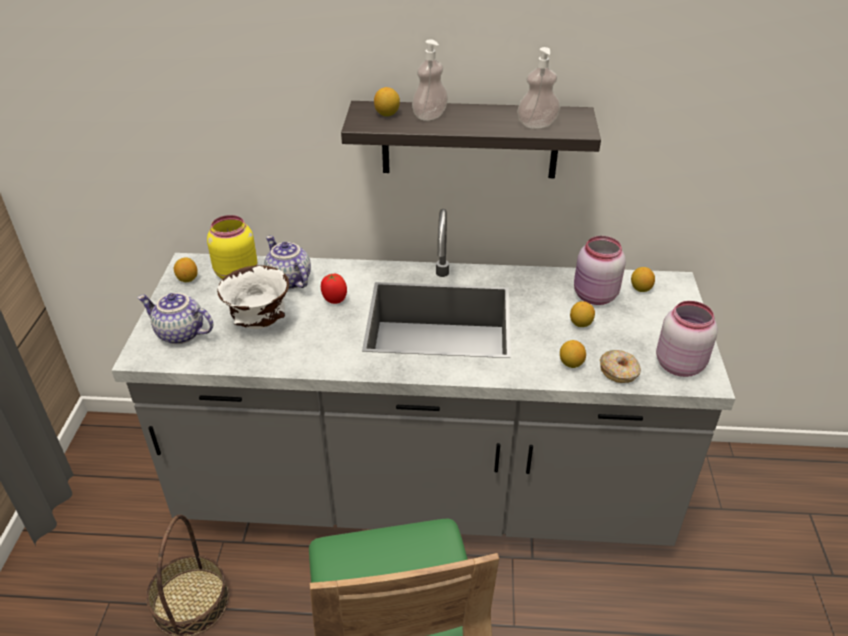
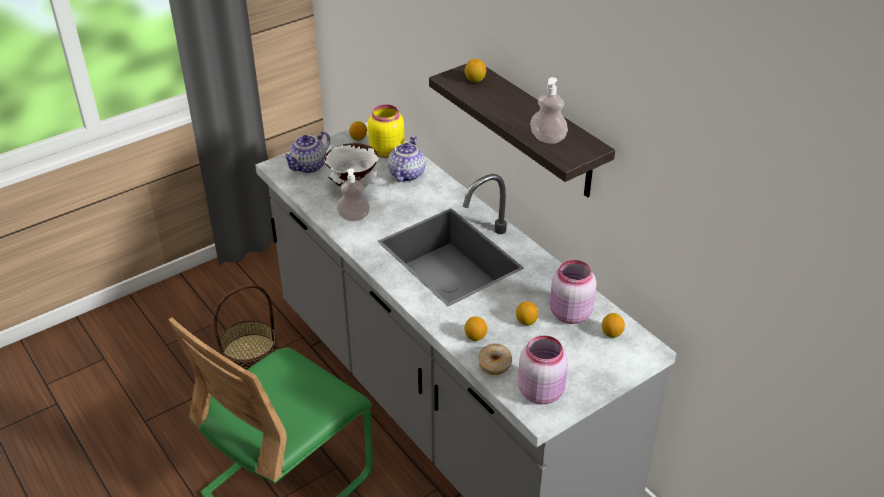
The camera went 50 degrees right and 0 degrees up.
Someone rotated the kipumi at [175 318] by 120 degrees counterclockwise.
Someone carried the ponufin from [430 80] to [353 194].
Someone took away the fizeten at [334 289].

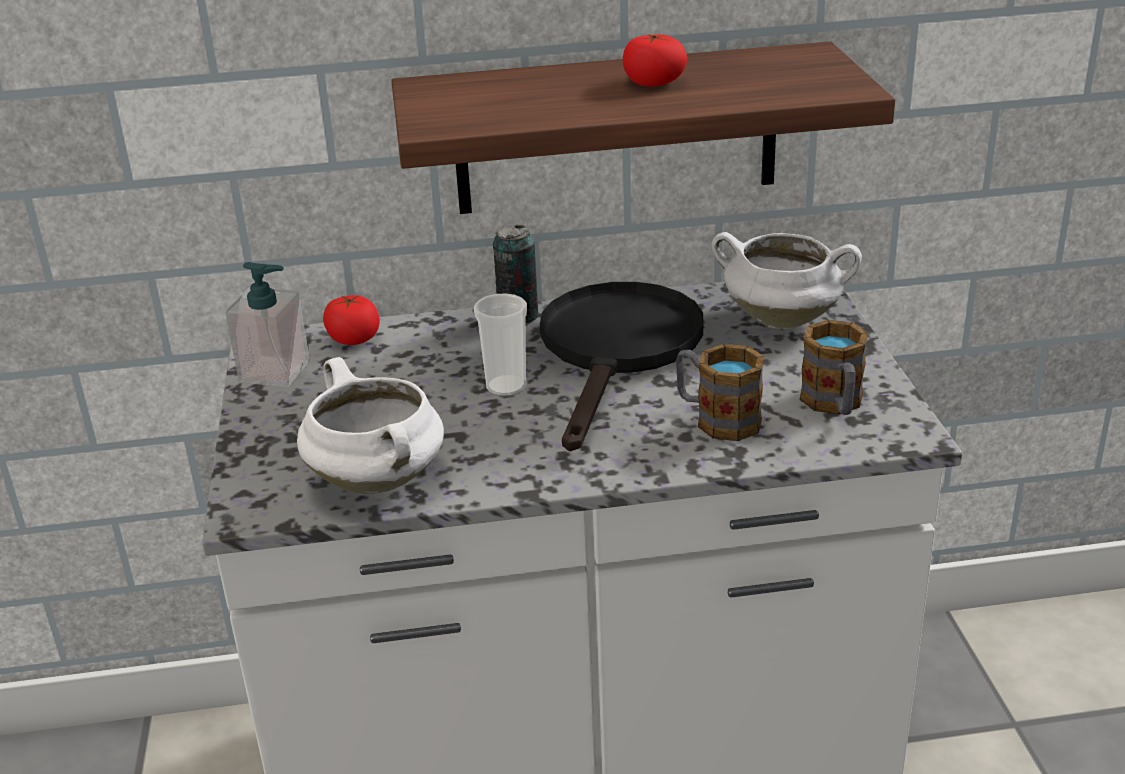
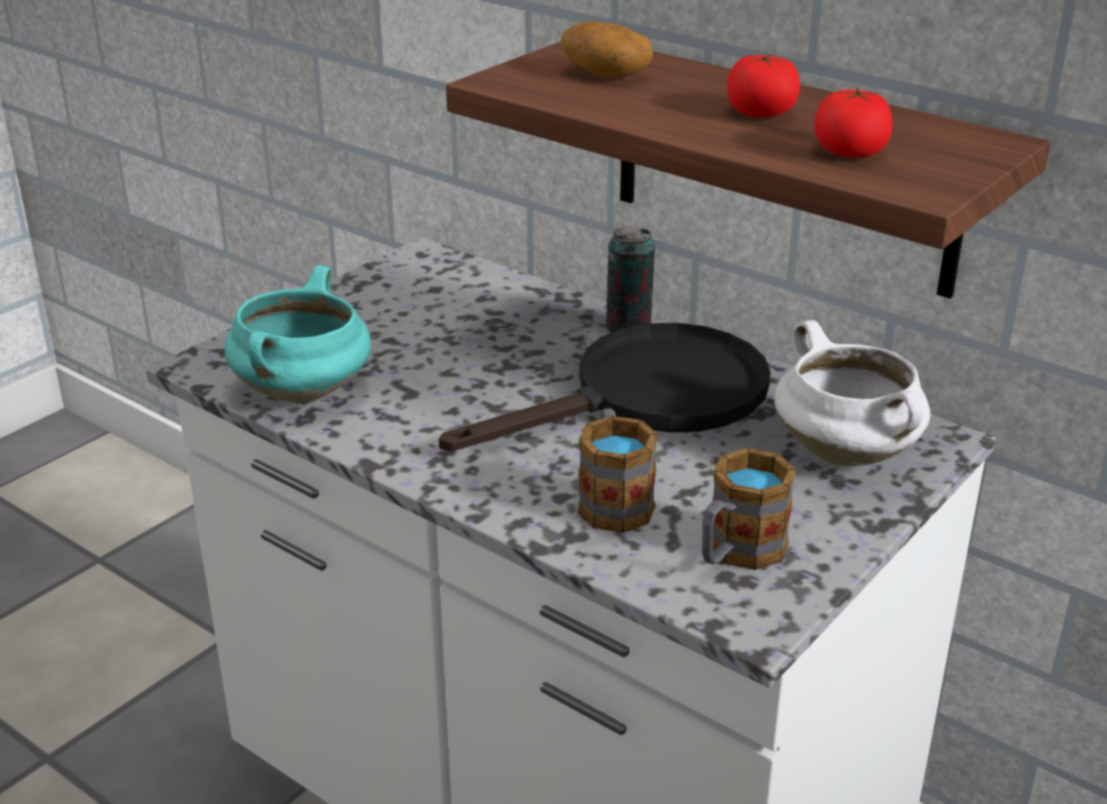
The camera went 45 degrees right and 0 degrees up.
Someone repainted the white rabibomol at [370 425], which became the turquoise rabibomol at [298 334].
Someone put down the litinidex at [607 49].
Someone carried the fizeten from [351 320] to [853 122].
Someone took away the ponufin at [267 324].
Someone took away the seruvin at [500 345].

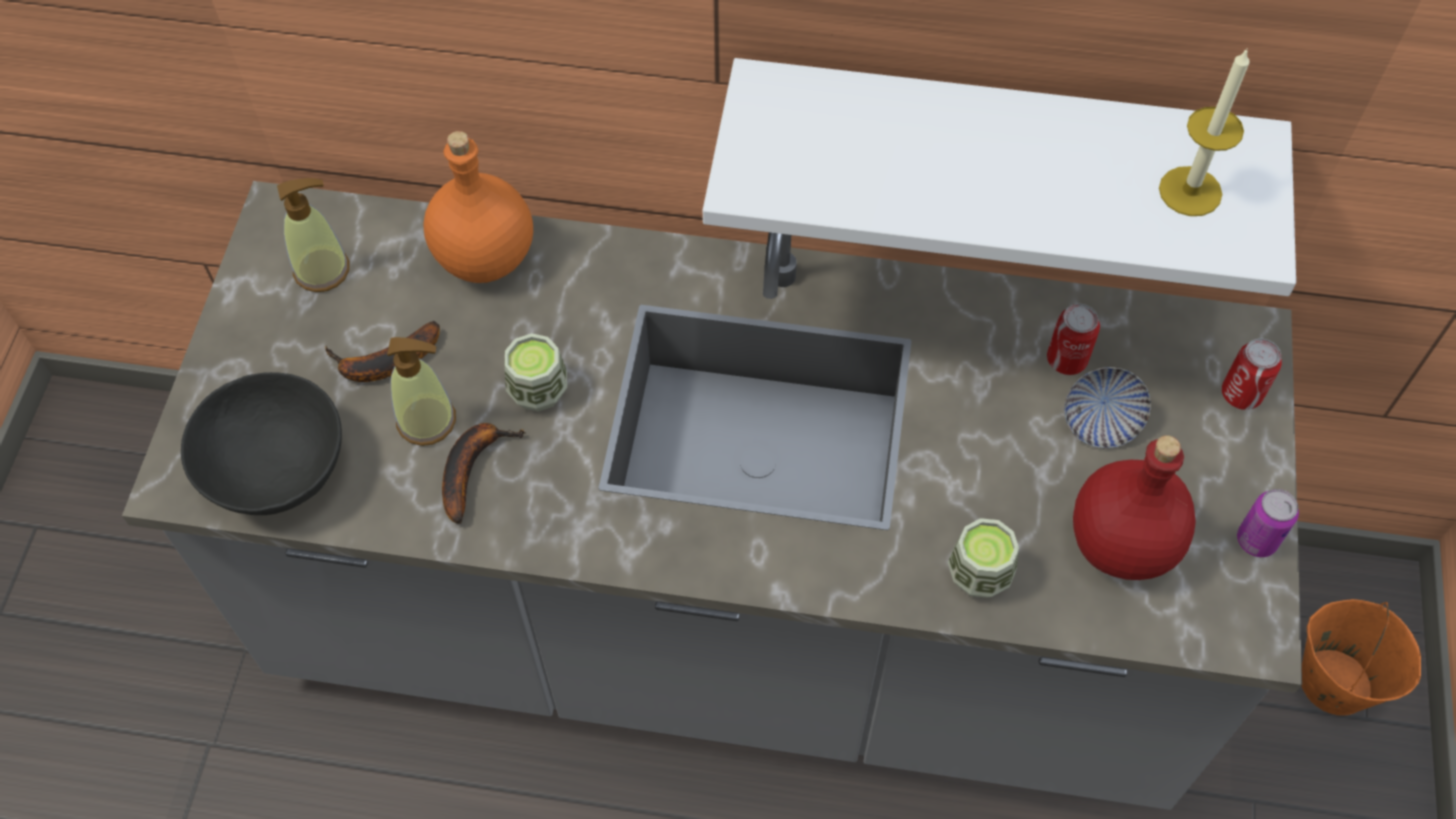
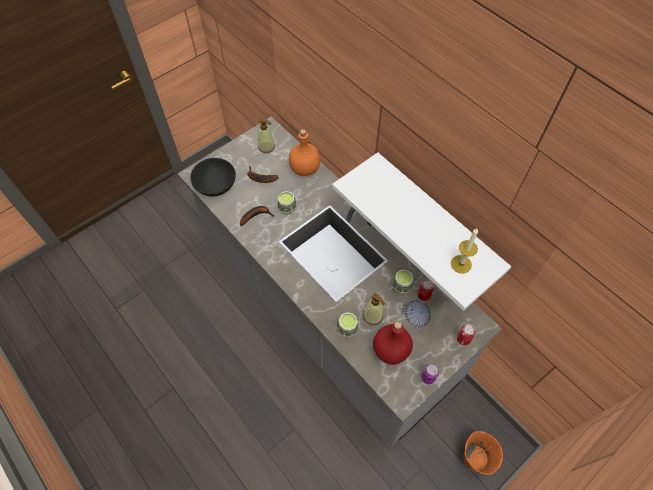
The camera went 40 degrees right and 0 degrees up.
Someone carried the ponufin from [421 391] to [374 308].
Someone put down the seruvin at [402 282].

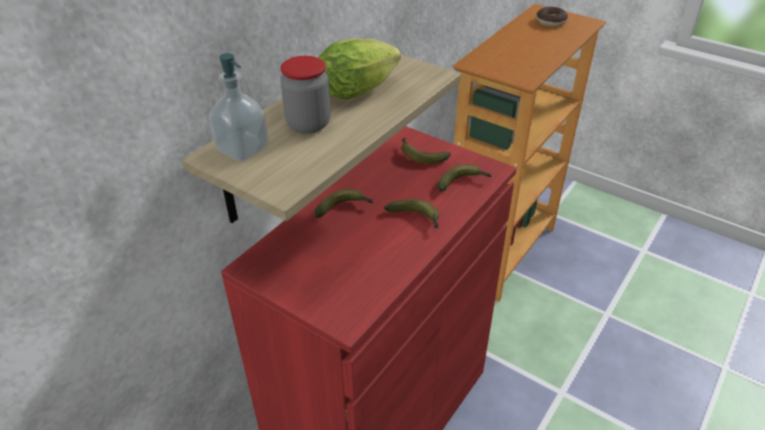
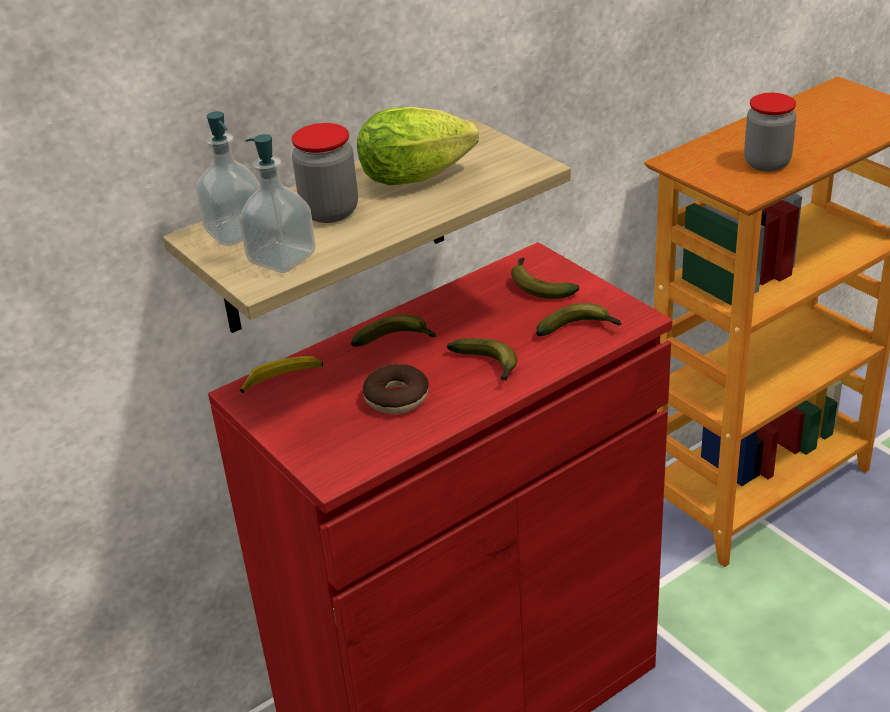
The camera went 20 degrees right and 5 degrees down.
Someone put down the ponufin at [277 203].
Someone put down the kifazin at [281 374].
Someone carried the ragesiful from [552 17] to [396 389].
Someone put down the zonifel at [770 132].

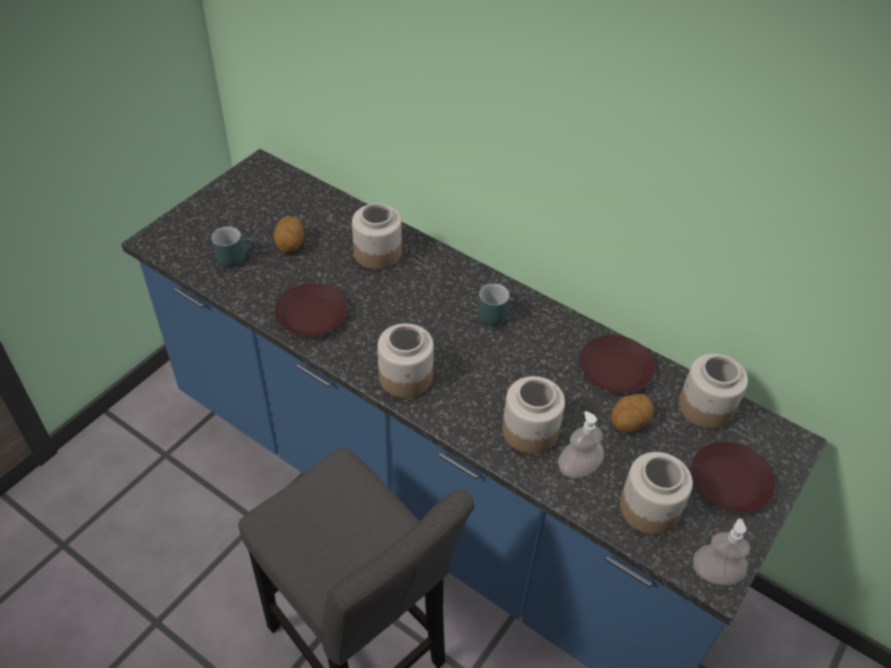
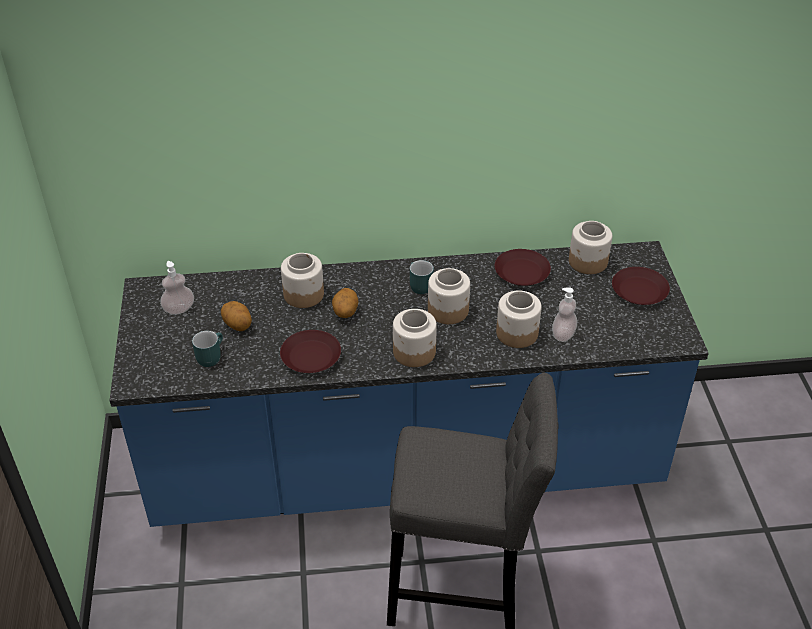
The camera went 40 degrees left and 5 degrees down.
Someone carried the ponufin from [721 551] to [177 288].
Someone carried the litinidex from [632 413] to [345 303].
Someone carried the zonifel from [656 493] to [449 296].

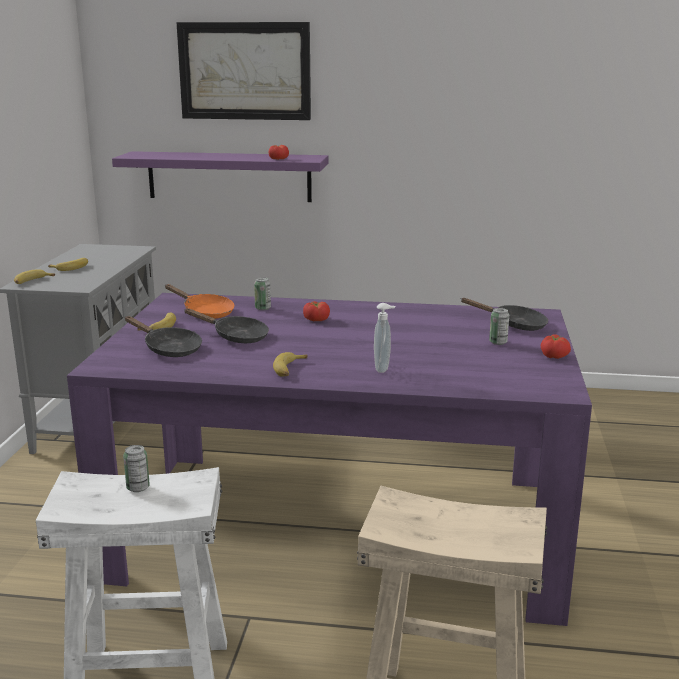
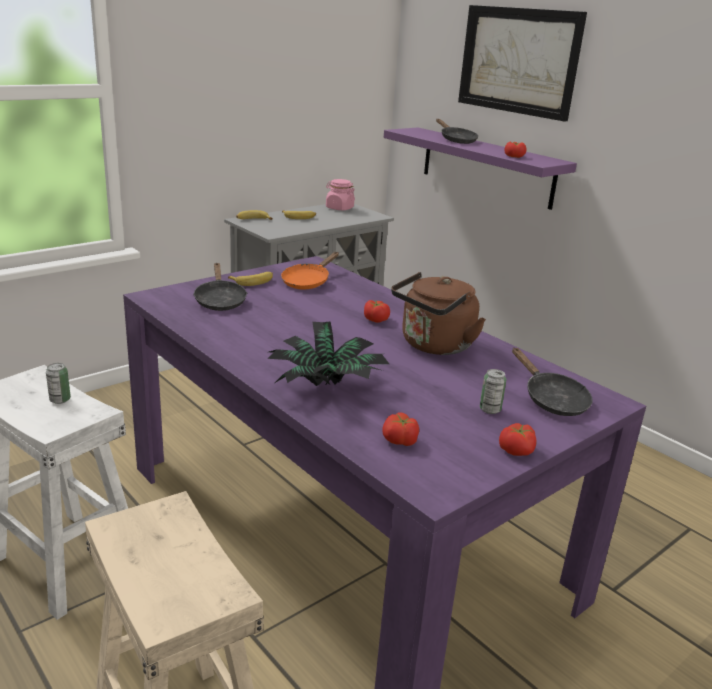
The camera went 40 degrees right and 5 degrees up.
Someone swapped the ponufin at [385 338] for the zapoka at [328 353].
Someone rotated the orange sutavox at [199 301] by 45 degrees clockwise.
Someone put down the pink zonifel at [340 194].
Someone put down the fizeten at [400 429].
Someone put down the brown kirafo at [438 313].
Someone carried the black sutavox from [227 326] to [457 131].
Someone took away the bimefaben at [262 293].
Someone took away the kifazin at [290 364].

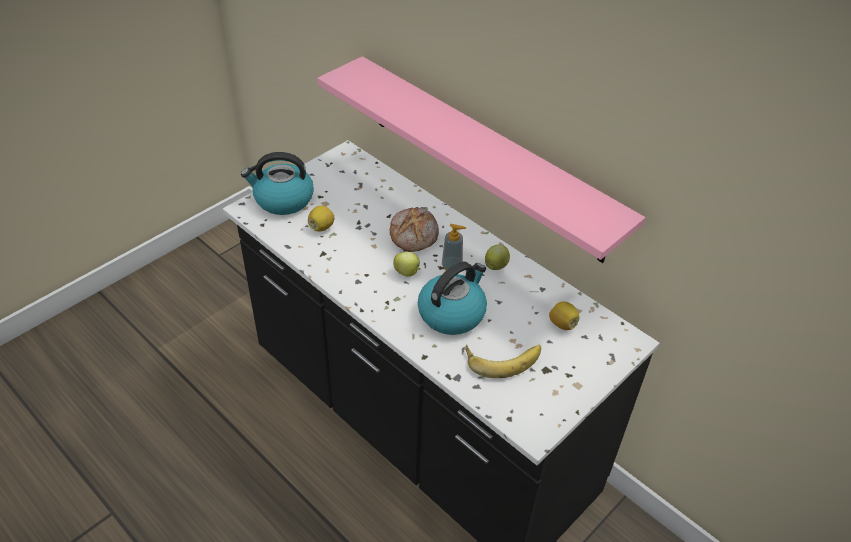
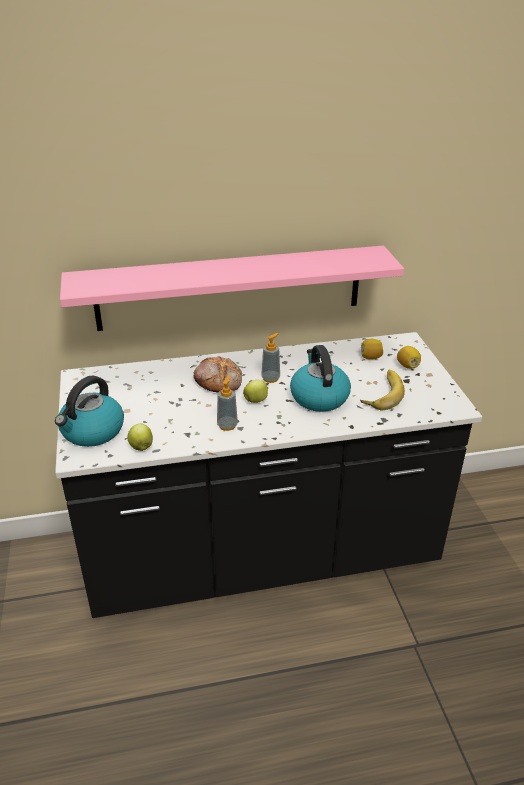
The camera went 55 degrees left and 10 degrees down.
Someone carried the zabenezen from [497 257] to [140 437].
Someone put down the ponufin at [227 403].
Someone carried the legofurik from [321 219] to [409 357].

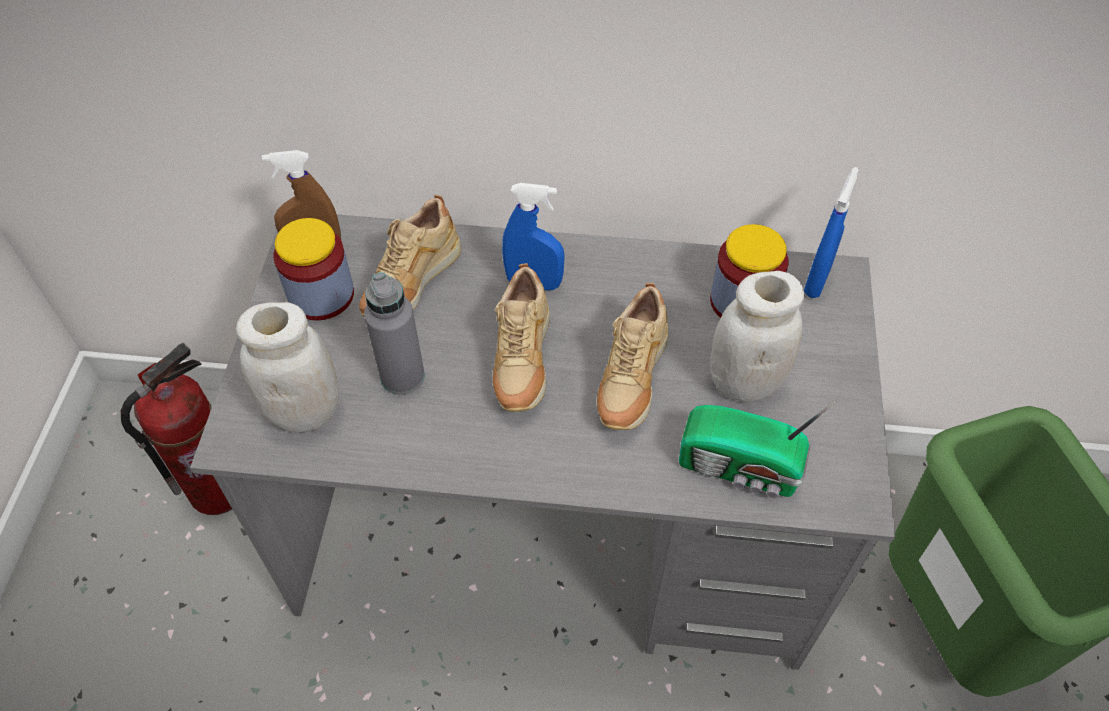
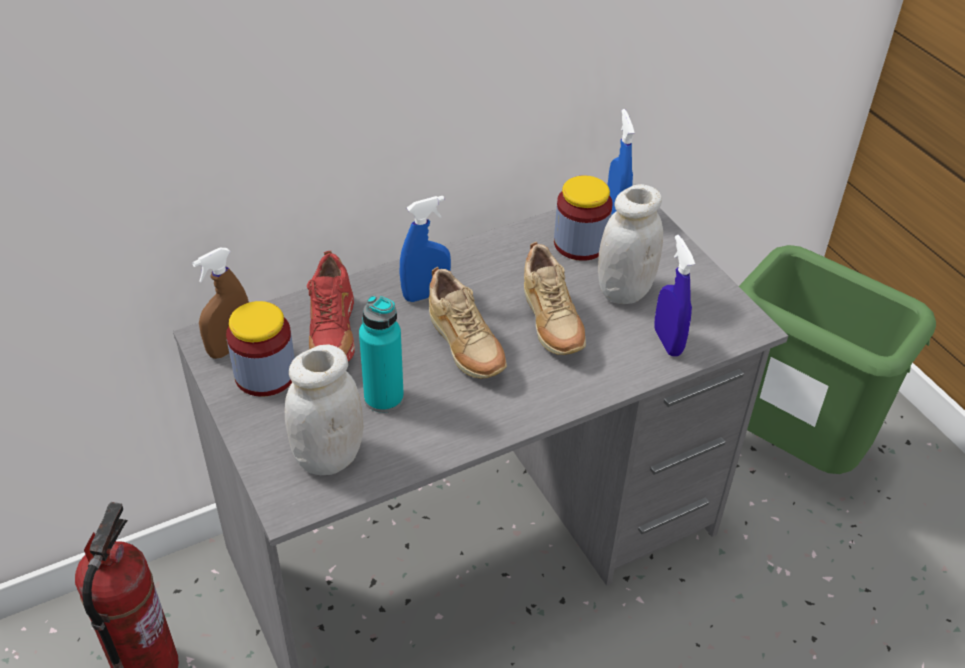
The camera went 35 degrees left and 10 degrees down.
Someone repainted the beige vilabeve at [410 256], which became the red vilabeve at [331 306].
Someone repainted the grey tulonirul at [394 333], which became the turquoise tulonirul at [381 354].
Someone swapped the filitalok at [757 449] for the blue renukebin at [674 296].

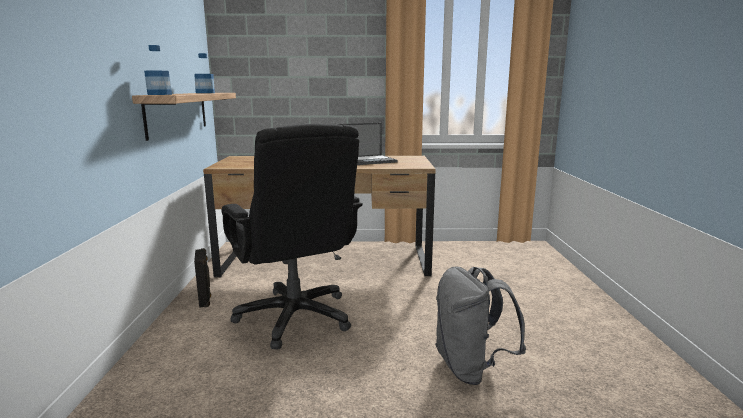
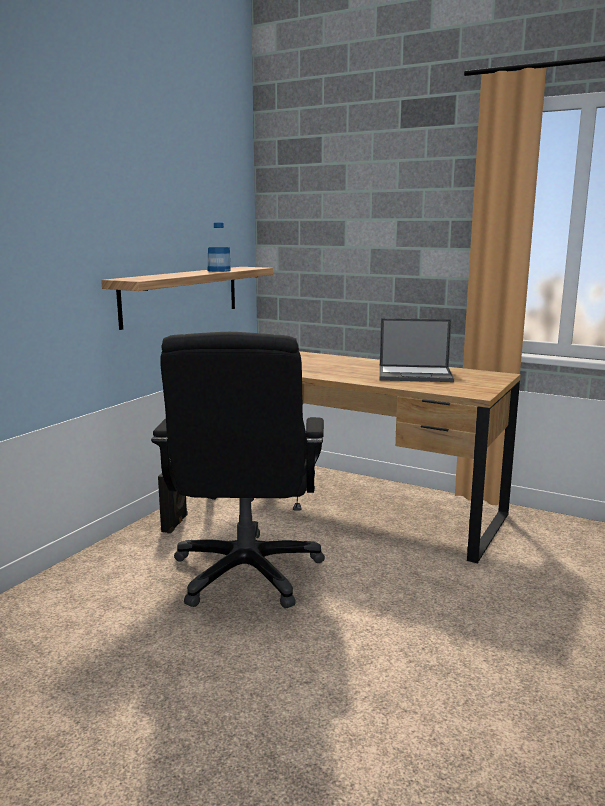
The camera went 30 degrees right and 0 degrees up.
Someone took away the tulonirul at [158 70].
Someone took away the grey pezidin at [480 325].

